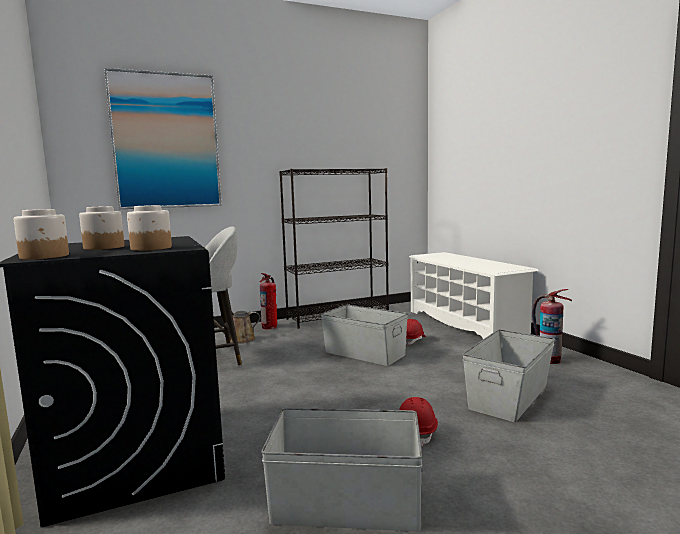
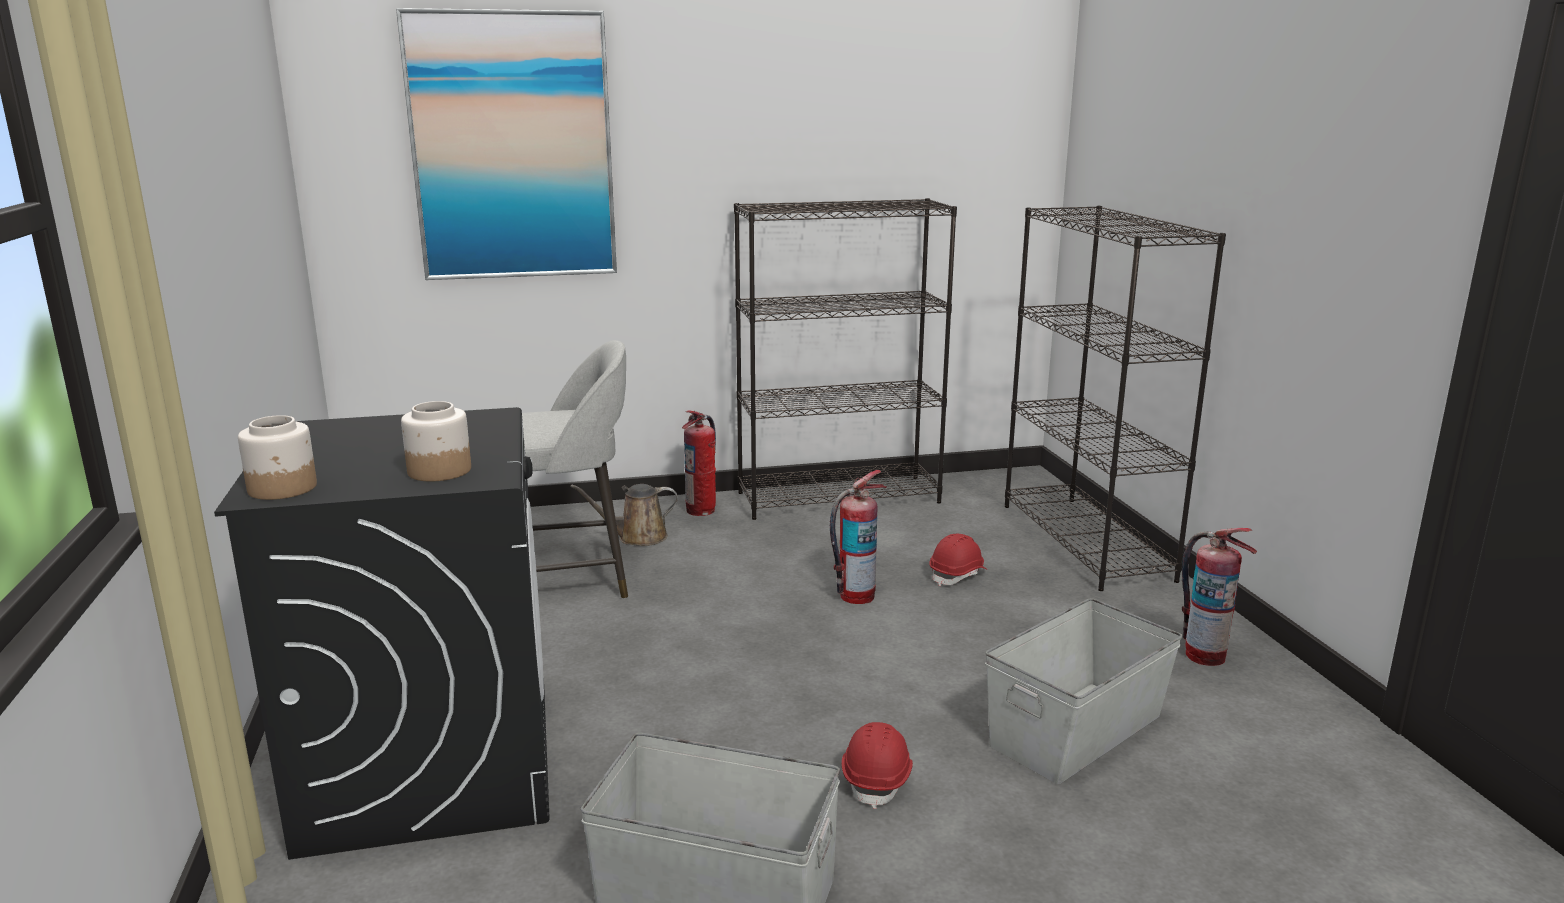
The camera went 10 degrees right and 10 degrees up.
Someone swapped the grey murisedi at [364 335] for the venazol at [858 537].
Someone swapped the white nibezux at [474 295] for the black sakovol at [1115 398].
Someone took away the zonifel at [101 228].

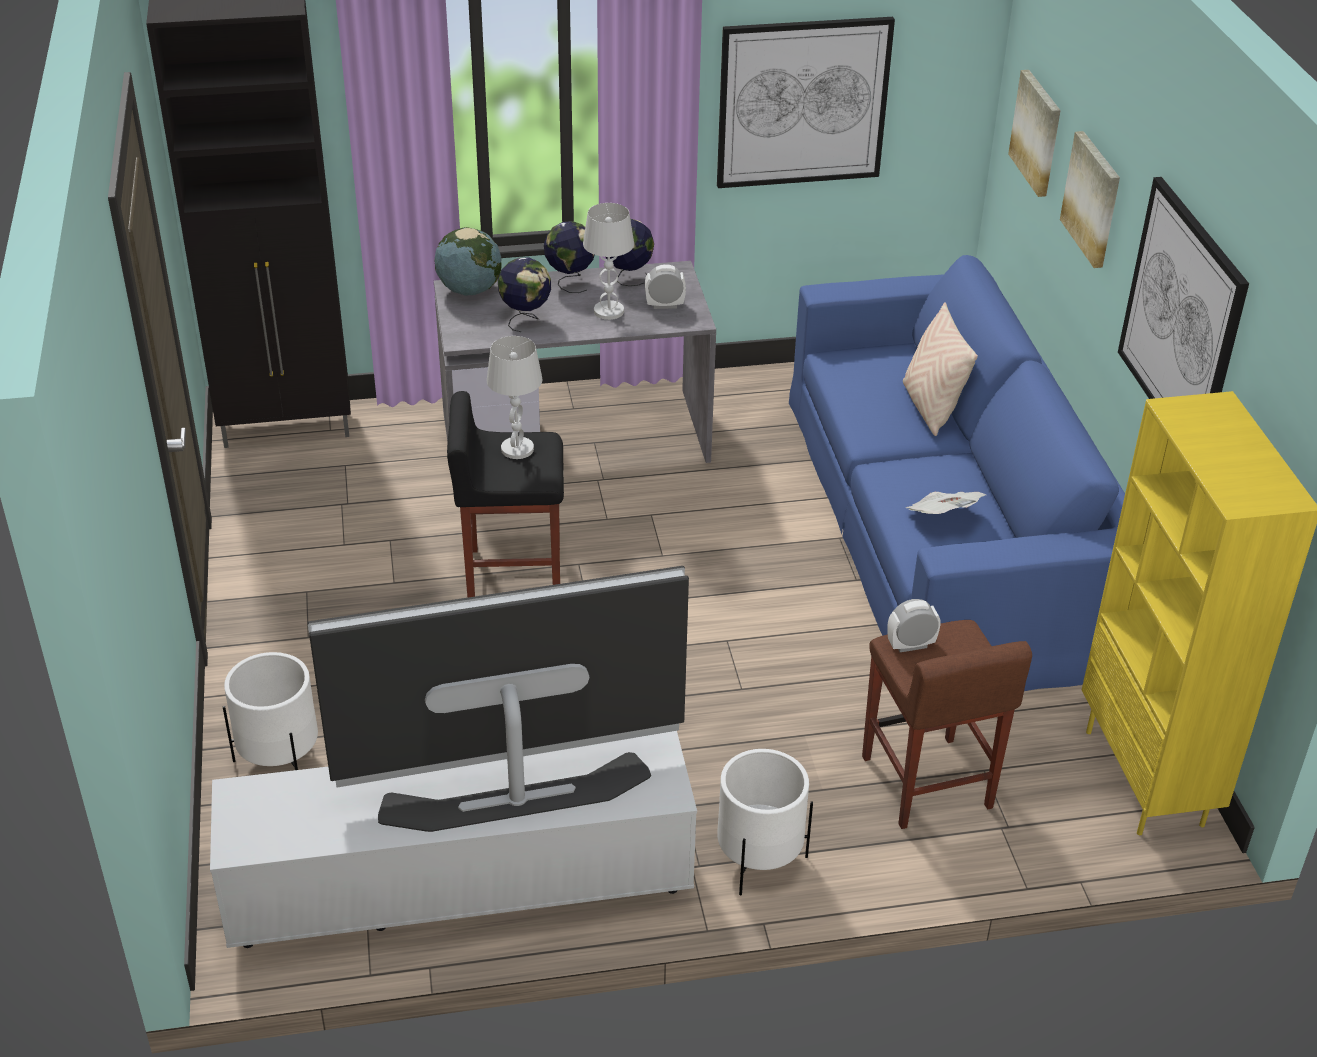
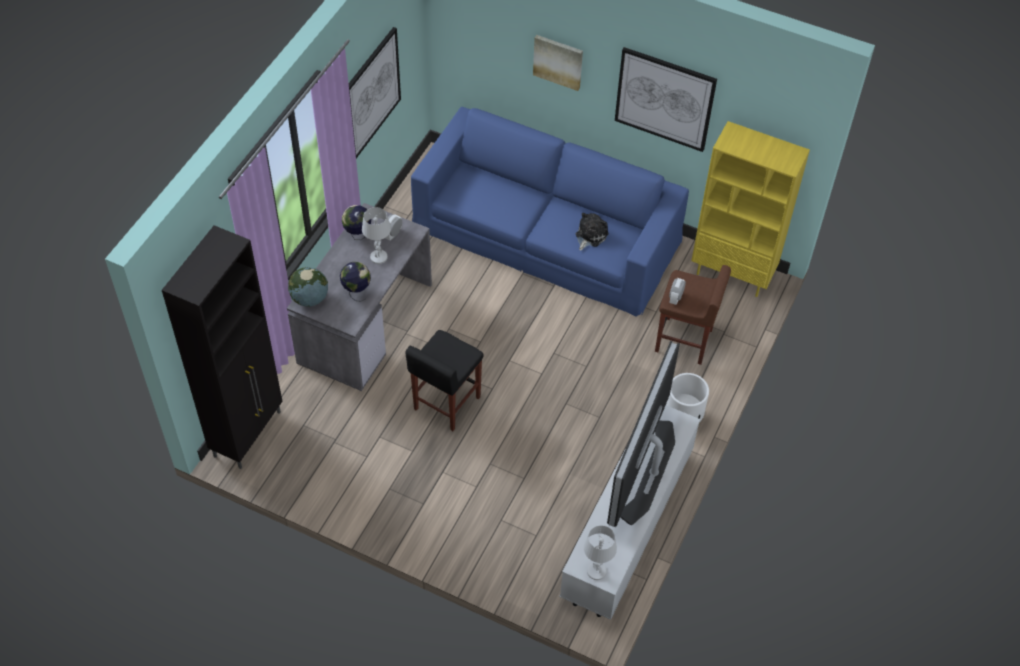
The camera went 55 degrees left and 15 degrees up.
Someone swapped the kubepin at [946 502] for the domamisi at [592 232].
Someone carried the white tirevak from [514 397] to [600 552].
Someone took away the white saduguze at [270 711].
Someone took away the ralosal at [569 257].
Someone took away the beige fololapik at [940 369].
Someone took away the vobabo at [1034 133].

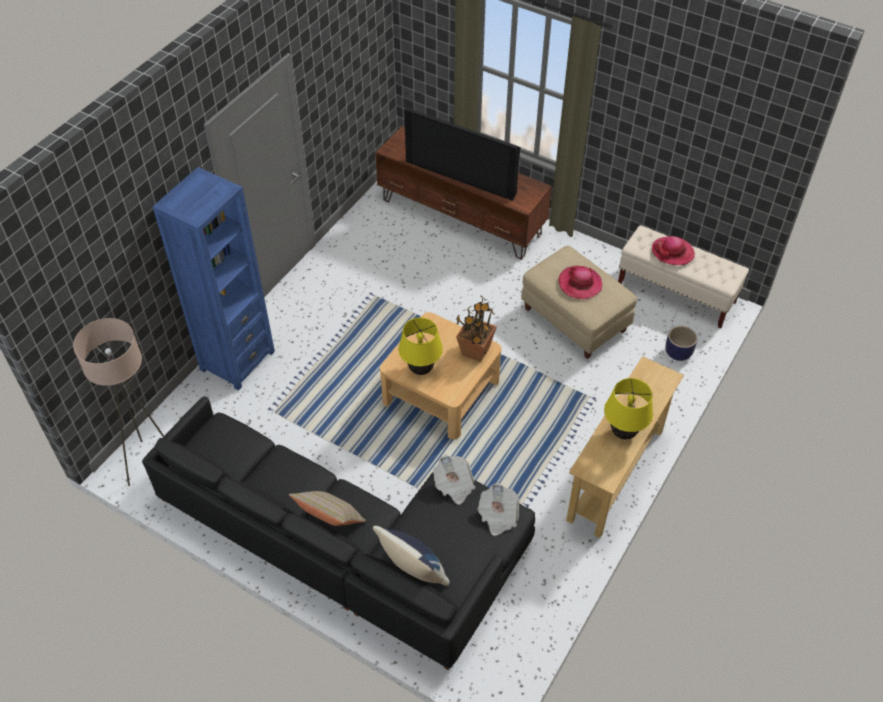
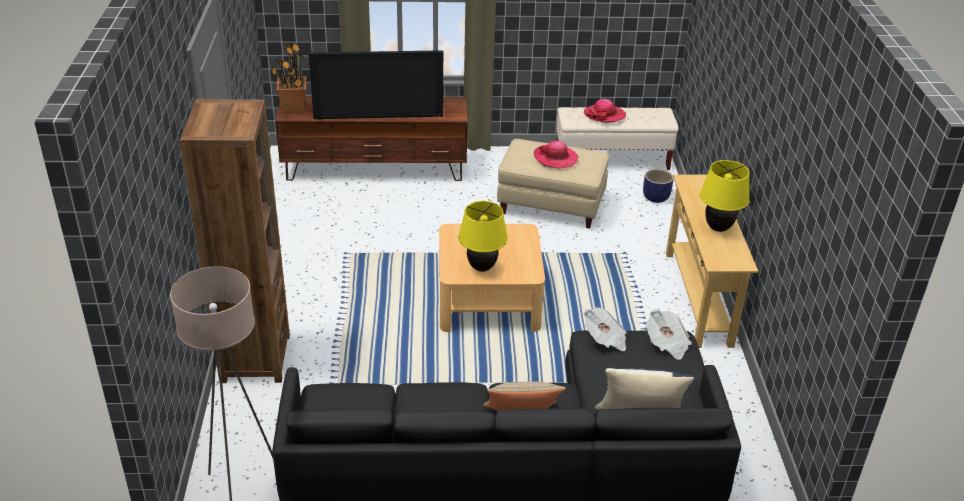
The camera went 35 degrees left and 15 degrees down.
Someone repainted the blue sakovol at [214 279], which became the brown sakovol at [235 241].
Someone carried the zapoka from [476 329] to [288 78].

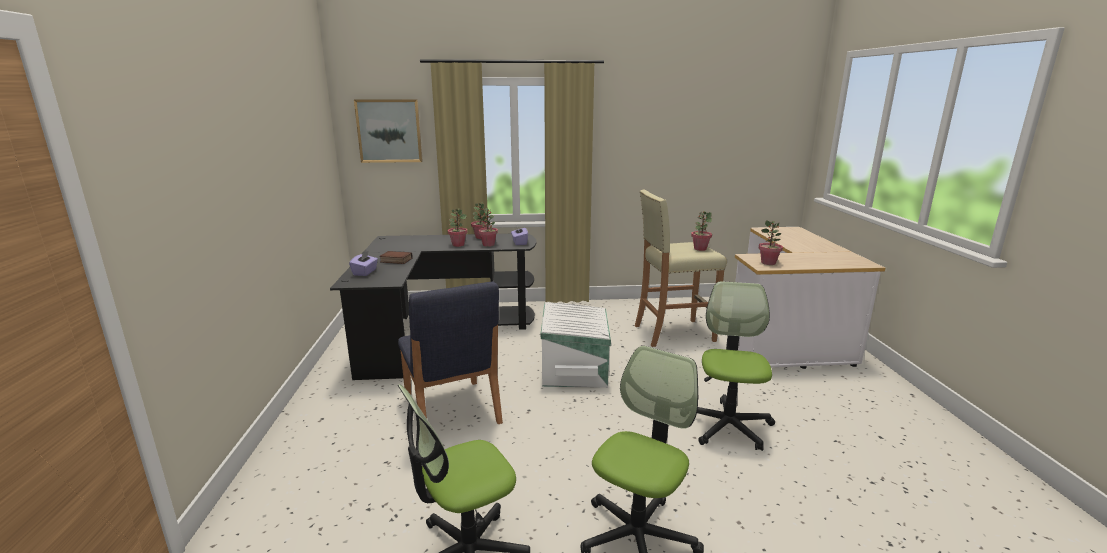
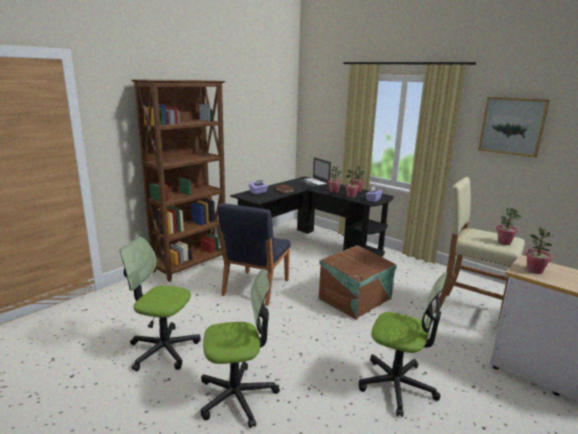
The camera went 45 degrees right and 0 degrees up.
Someone put down the brown sakovol at [178 180].
Someone put down the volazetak at [313 172].
Someone repainted the white murisedi at [576 345], which became the brown murisedi at [358 282].
Someone rotated the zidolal at [736 366] by 60 degrees clockwise.
Someone carried the vobabo from [388 131] to [514 127].

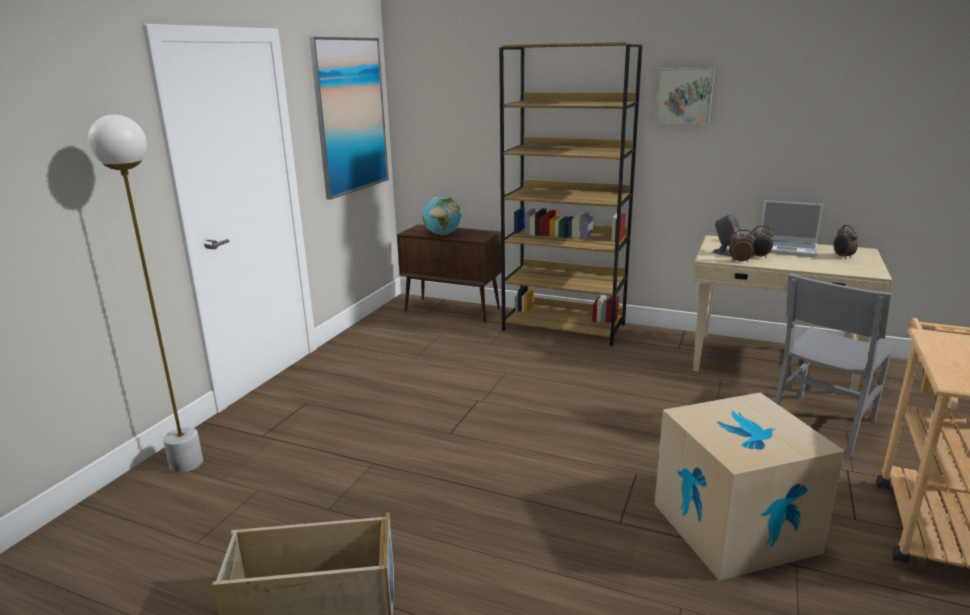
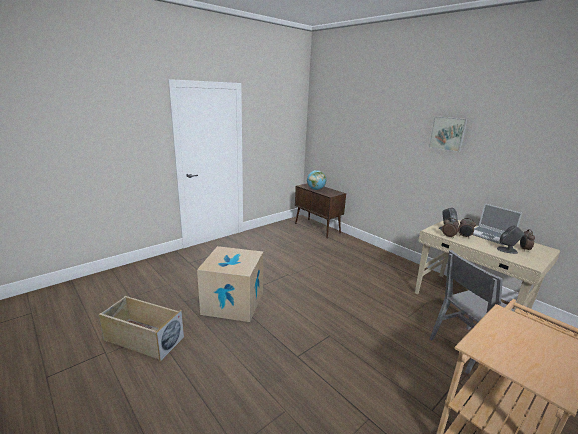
The camera went 25 degrees right and 0 degrees up.
Someone carried the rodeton from [750 486] to [230 284].
Someone put down the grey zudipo at [510 239].
Someone took away the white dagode at [145 294].
Someone took away the vobabo at [349 118].
Someone took away the brown sakovol at [570 194].

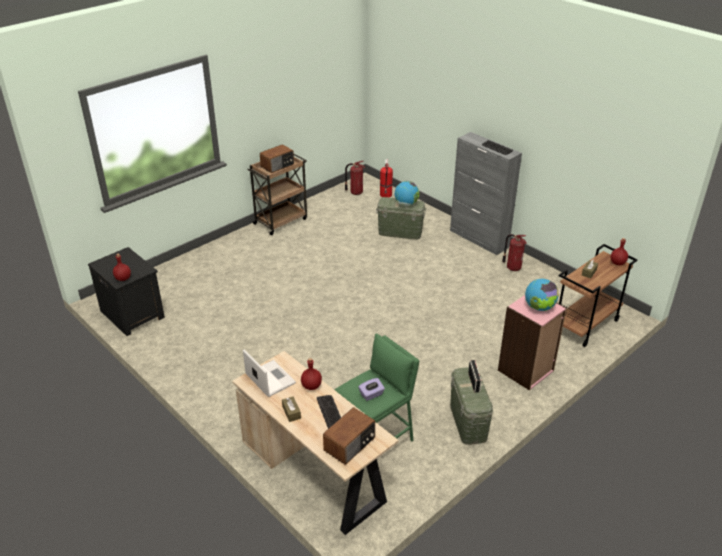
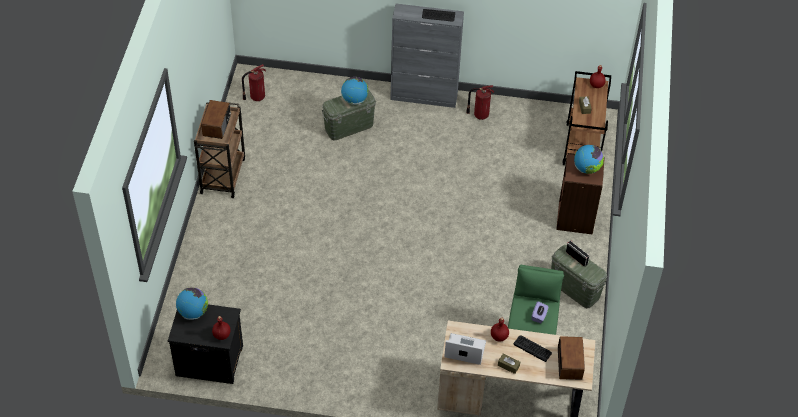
The camera went 40 degrees left and 15 degrees up.
Someone put down the ralosal at [192 303].
Someone repainted the pink sakovol at [532 343], which became the brown sakovol at [580 194].
Someone took away the venazol at [386 178].

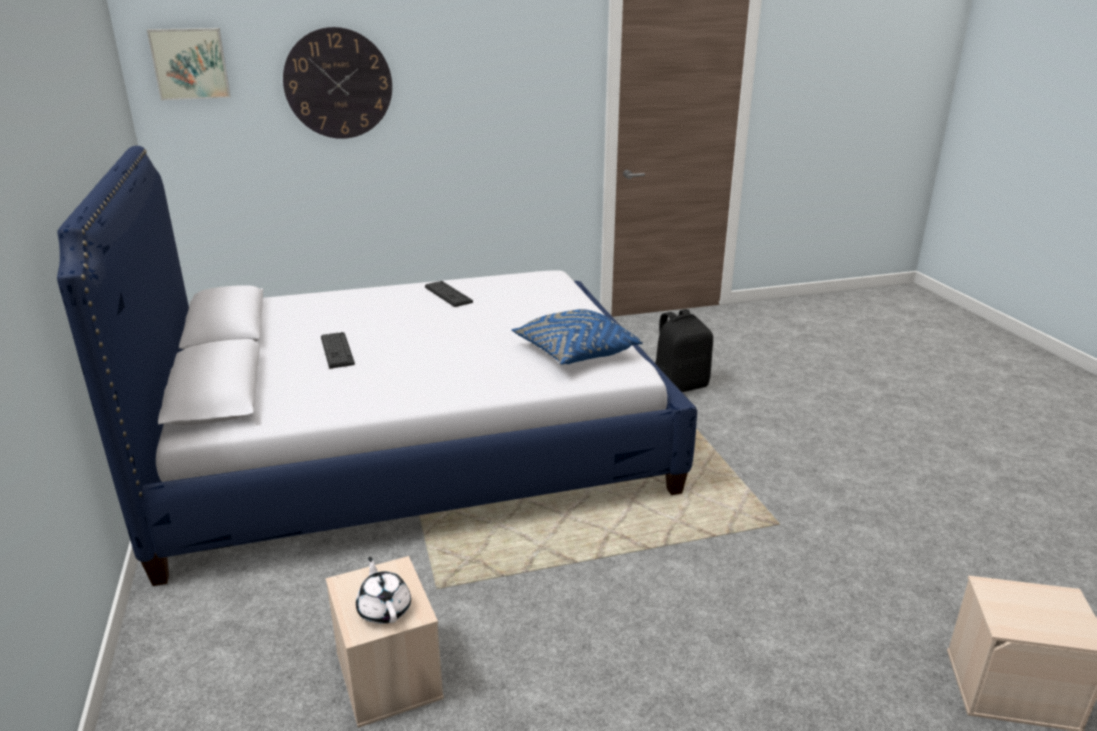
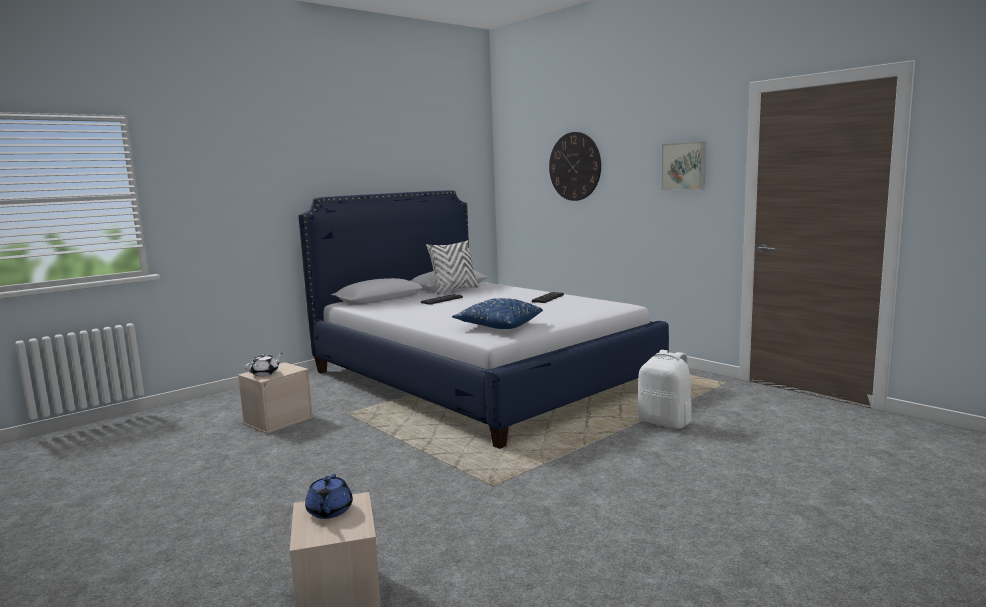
The camera went 65 degrees right and 15 degrees down.
Someone put down the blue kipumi at [329 496].
Someone put down the white fololapik at [452 267].
Someone repainted the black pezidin at [684 350], which became the white pezidin at [664 389].
Someone carried the vobabo from [189 64] to [683 166].

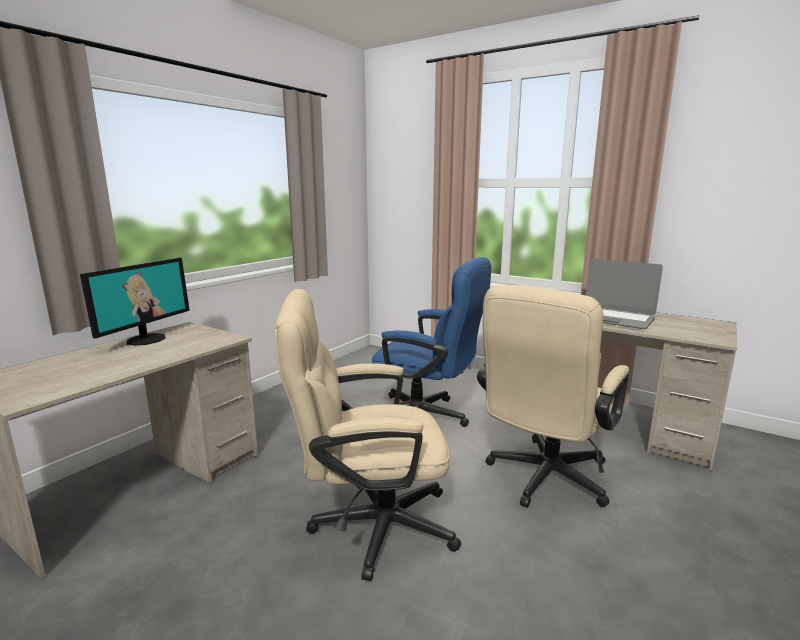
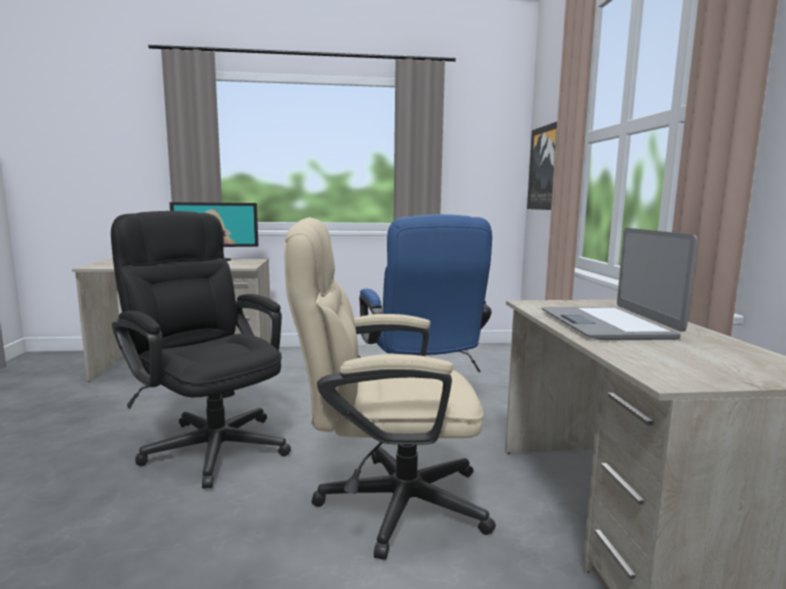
The camera went 50 degrees right and 5 degrees down.
Someone repainted the beige zidolal at [368 435], which became the black zidolal at [201 350].
Someone put up the vobabo at [542 166].

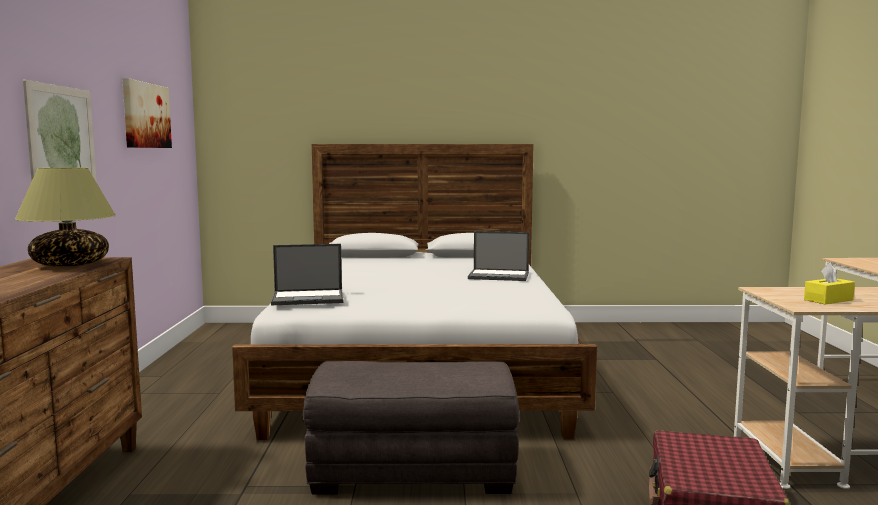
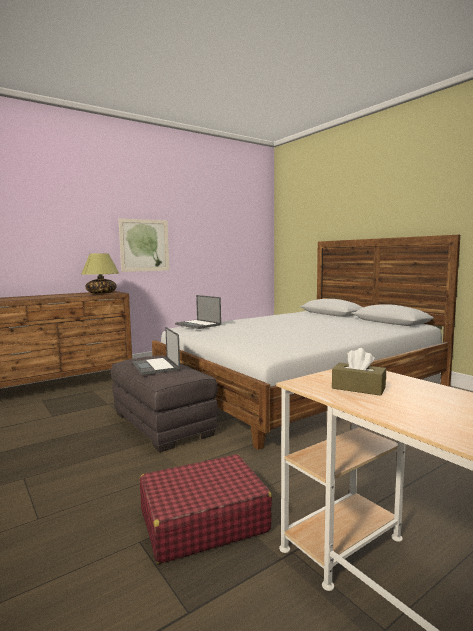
The camera went 55 degrees right and 0 degrees up.
Someone carried the volazetak from [498 256] to [156 351].
Someone repainted the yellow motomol at [829 283], which became the brown motomol at [359 372].
Someone took away the vobabo at [147 113].

